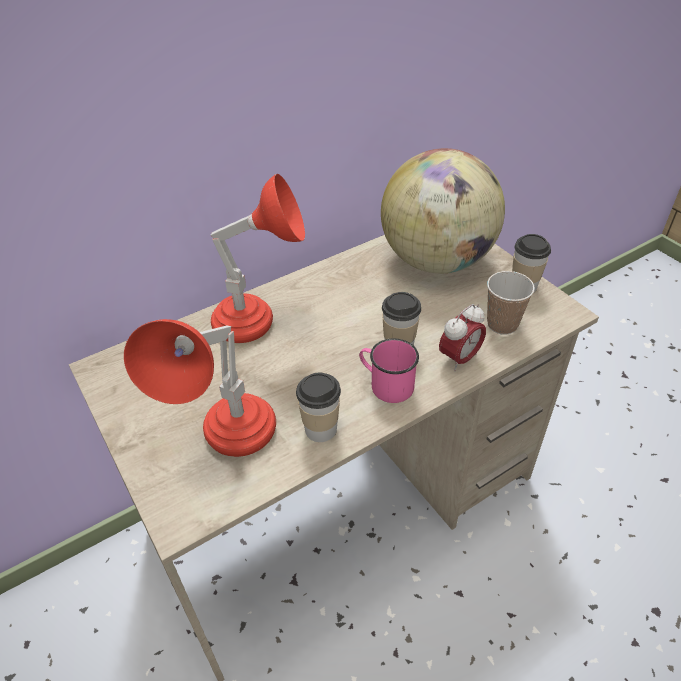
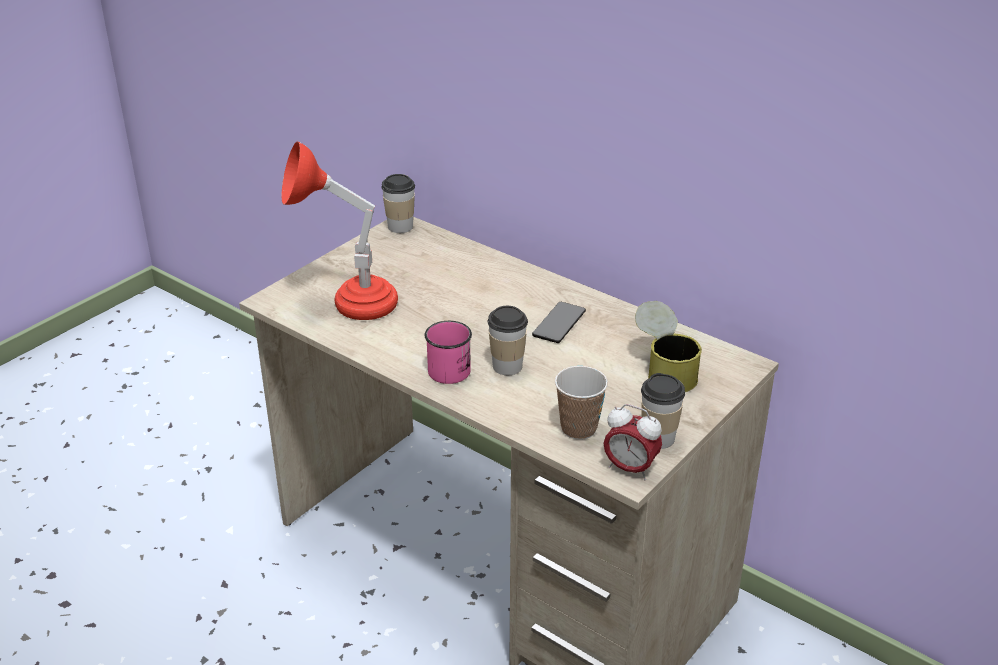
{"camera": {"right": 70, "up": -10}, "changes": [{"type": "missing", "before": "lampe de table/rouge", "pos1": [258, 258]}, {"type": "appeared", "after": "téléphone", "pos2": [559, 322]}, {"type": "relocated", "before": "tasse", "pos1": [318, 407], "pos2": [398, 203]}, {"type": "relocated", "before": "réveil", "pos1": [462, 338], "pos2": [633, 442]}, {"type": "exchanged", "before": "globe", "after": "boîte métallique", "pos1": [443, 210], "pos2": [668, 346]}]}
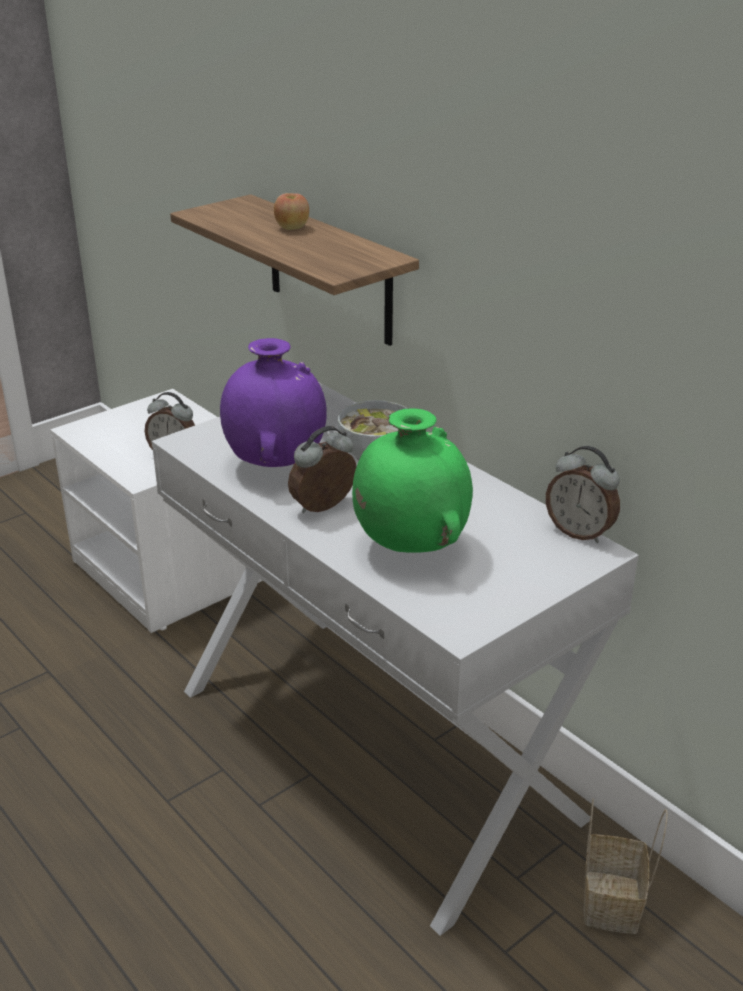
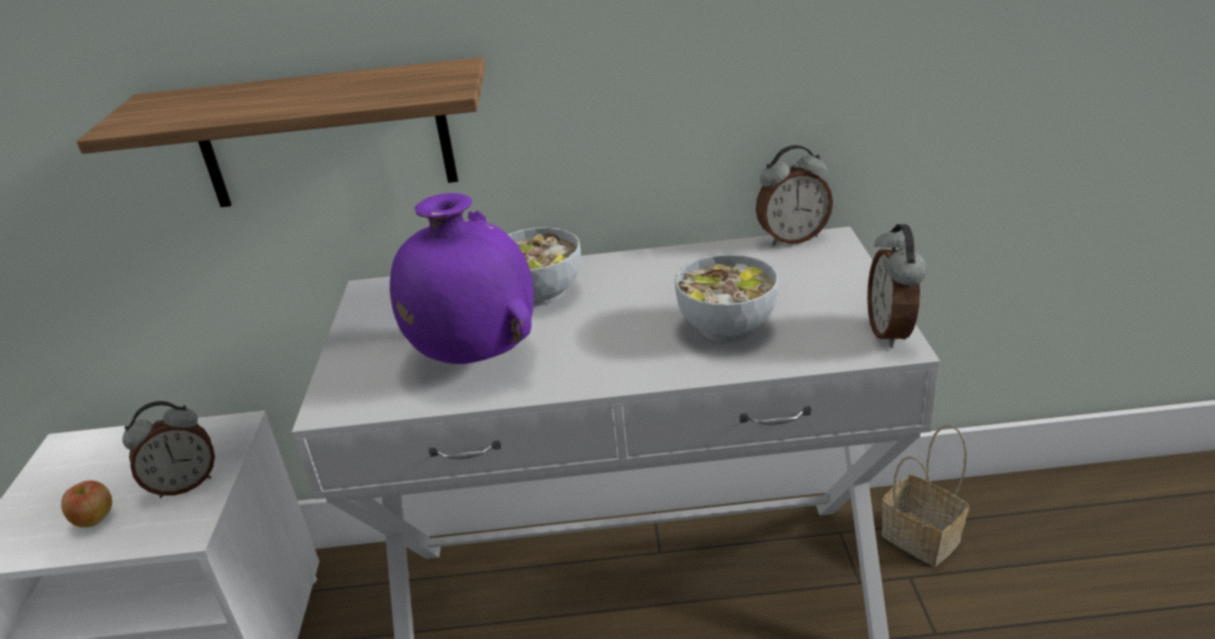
{"camera": {"right": -50, "up": 0}, "changes": [{"type": "relocated", "before": "pomme", "pos1": [291, 211], "pos2": [86, 504]}, {"type": "relocated", "before": "réveil", "pos1": [322, 469], "pos2": [897, 286]}, {"type": "exchanged", "before": "vase/vert", "after": "bol", "pos1": [412, 480], "pos2": [727, 298]}]}
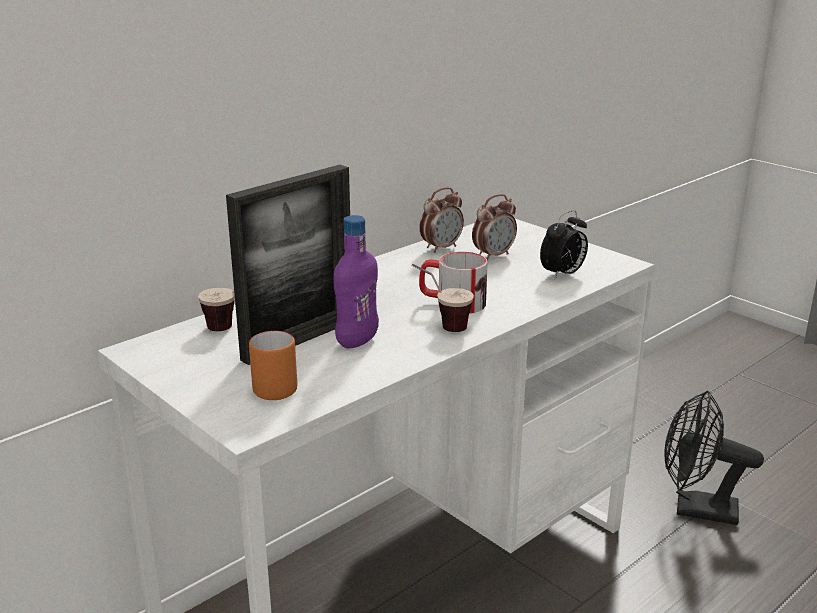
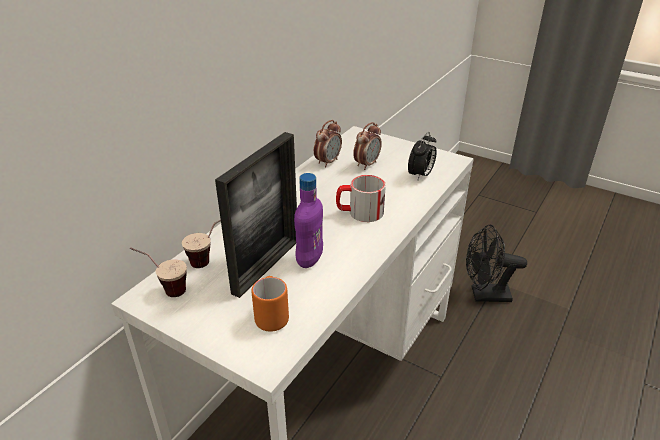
{"camera": {"right": -15, "up": 10}, "changes": [{"type": "relocated", "before": "tasse", "pos1": [443, 298], "pos2": [158, 272]}]}
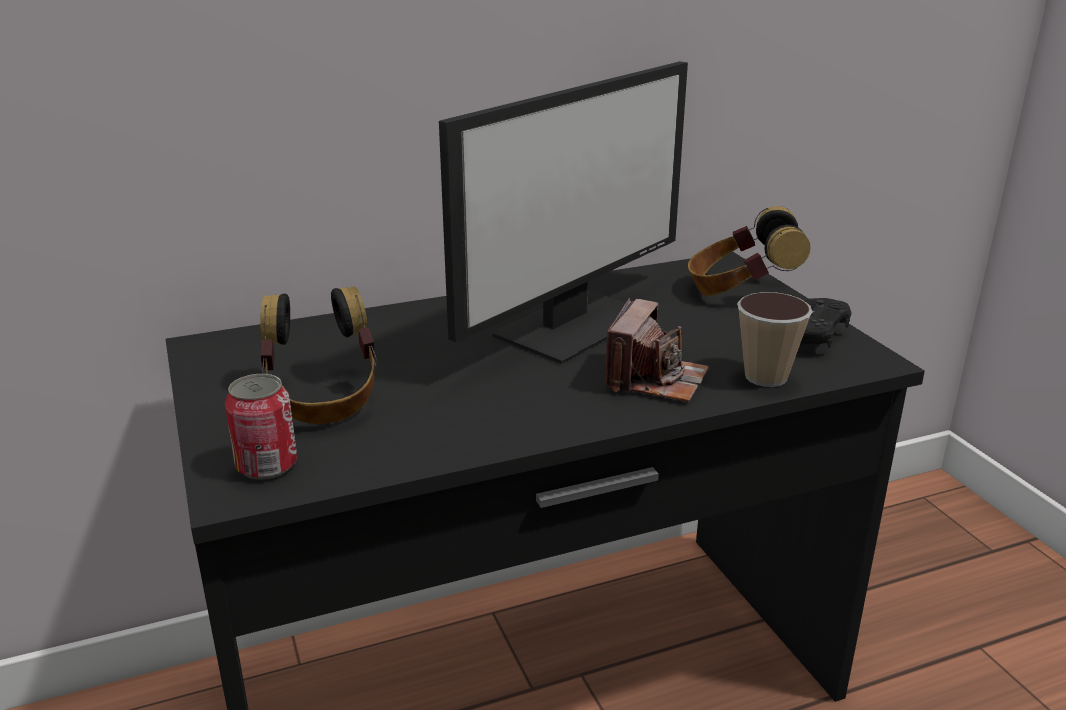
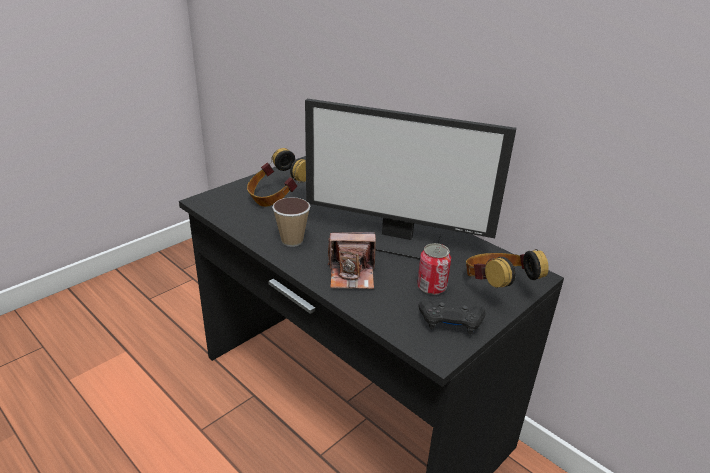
{"camera": {"right": 65, "up": 5}, "changes": [{"type": "relocated", "before": "boîte métallique", "pos1": [261, 427], "pos2": [434, 269]}, {"type": "relocated", "before": "tasse", "pos1": [775, 339], "pos2": [291, 222]}]}
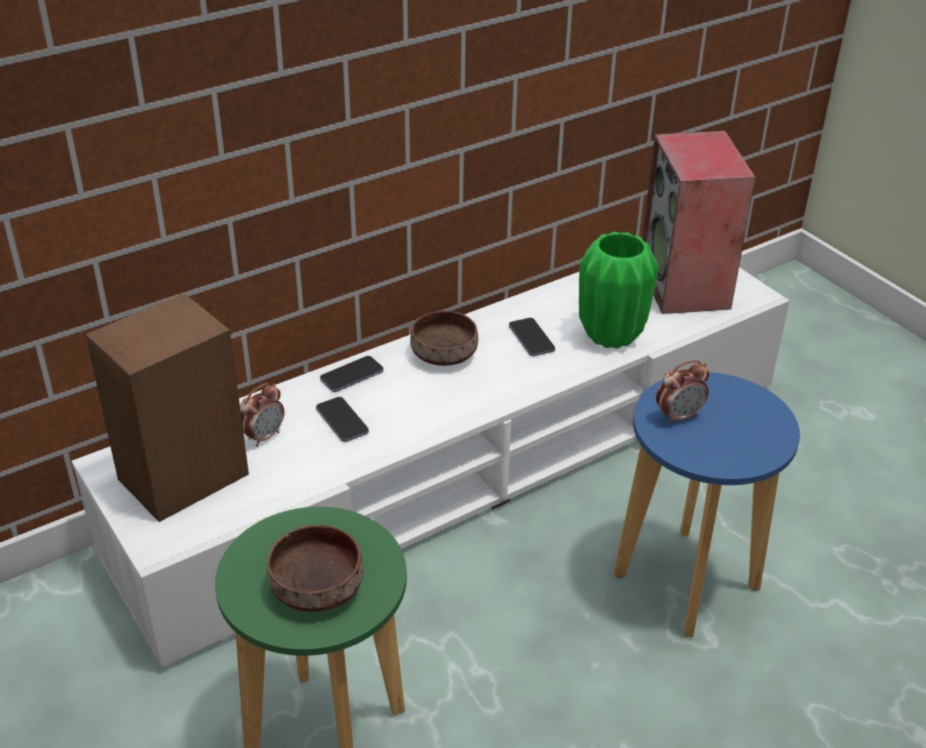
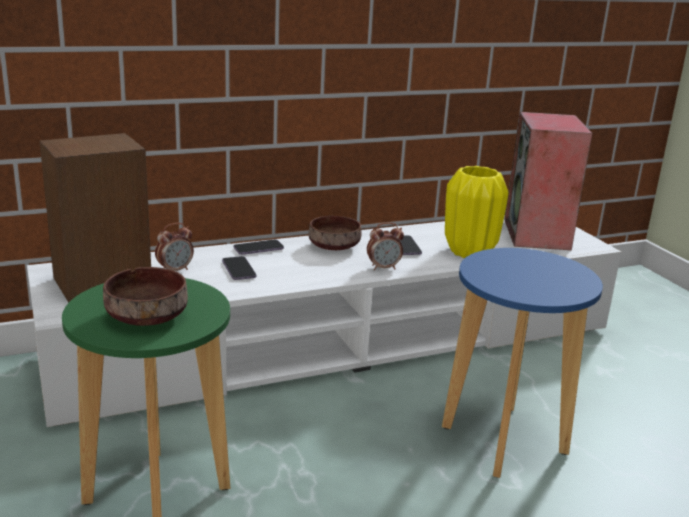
{"camera": {"right": 10, "up": -15}, "changes": [{"type": "relocated", "before": "réveil", "pos1": [683, 392], "pos2": [385, 246]}, {"type": "colour", "before": "vase/vert", "after": "vase/jaune", "pos1": [619, 290], "pos2": [477, 212]}]}
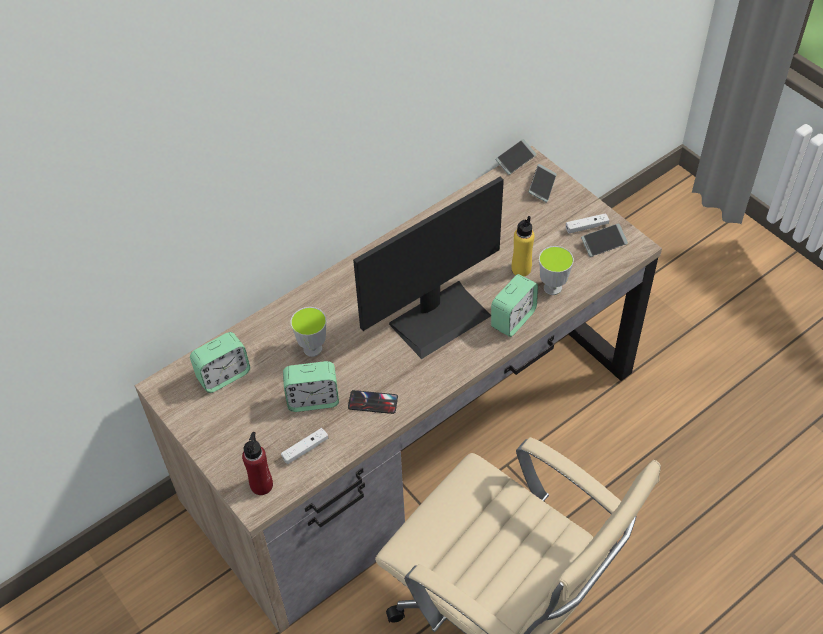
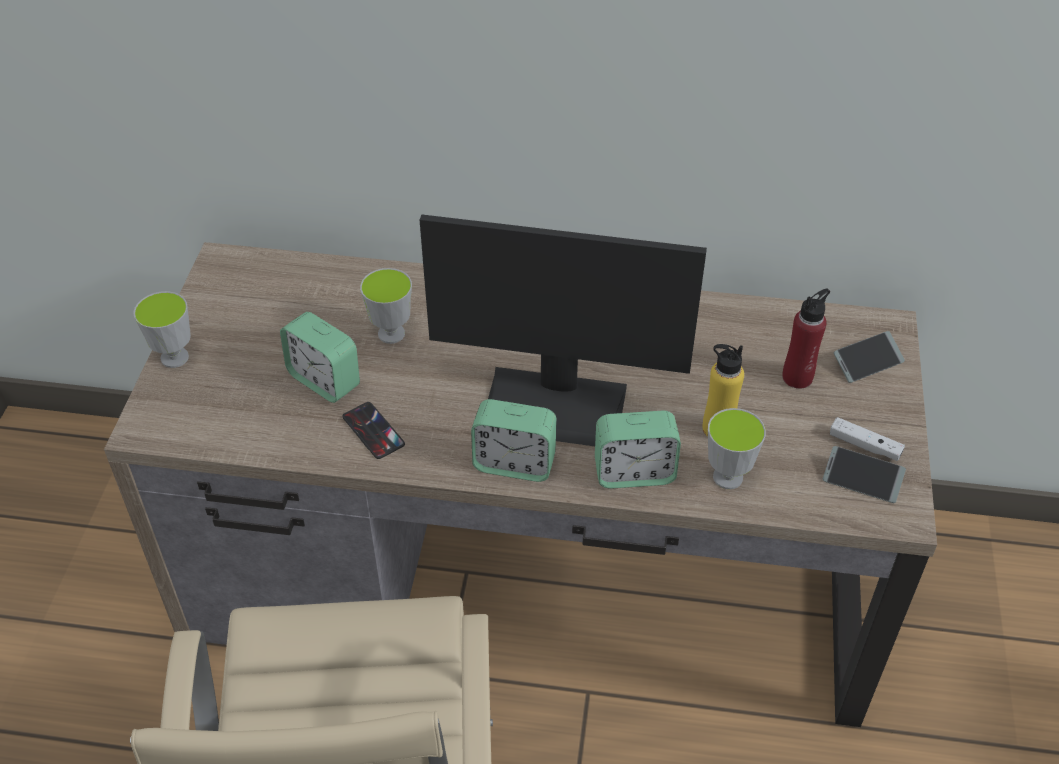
{"camera": {"right": 45, "up": -5}, "changes": [{"type": "missing", "before": "manette/blanc", "pos1": [304, 446]}, {"type": "missing", "before": "téléphone", "pos1": [515, 157]}, {"type": "appeared", "after": "tasse", "pos2": [162, 329]}, {"type": "relocated", "before": "réveil", "pos1": [220, 362], "pos2": [514, 440]}, {"type": "relocated", "before": "bouteille/rouge", "pos1": [257, 463], "pos2": [806, 339]}]}
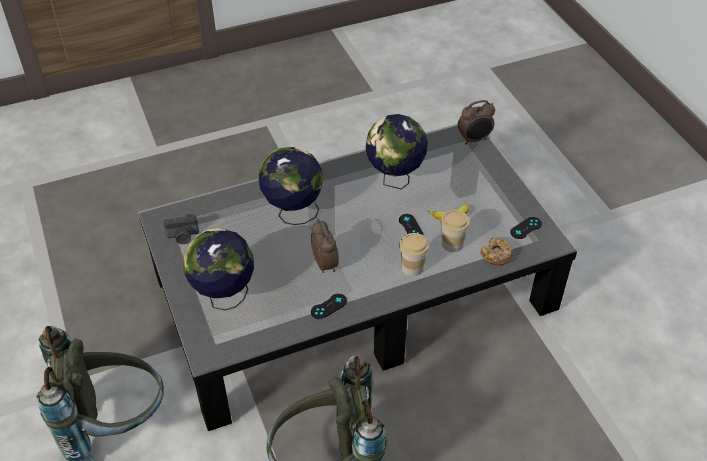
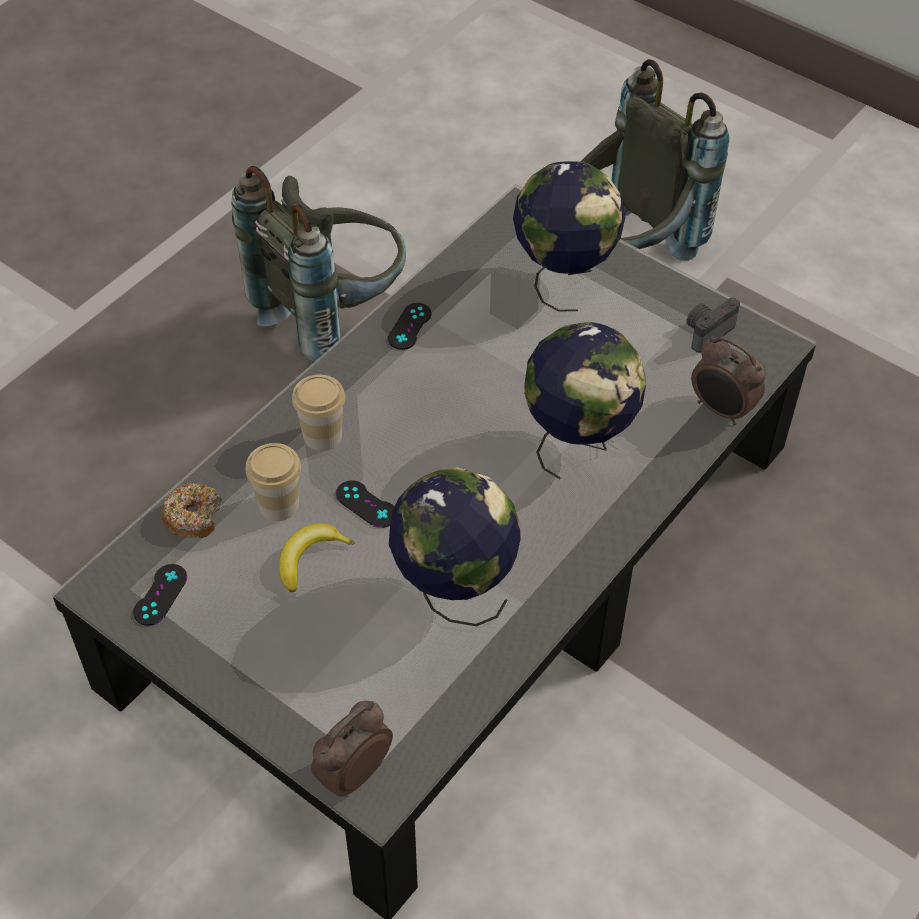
{"camera": {"right": 150, "up": 5}, "changes": [{"type": "relocated", "before": "réveil", "pos1": [325, 246], "pos2": [728, 380]}]}
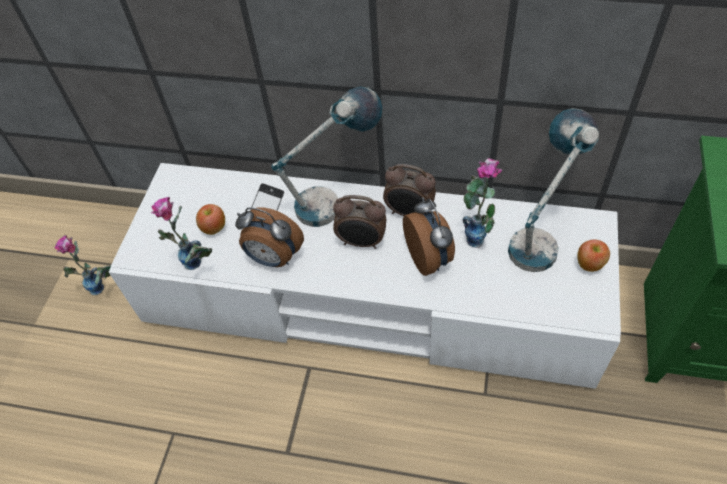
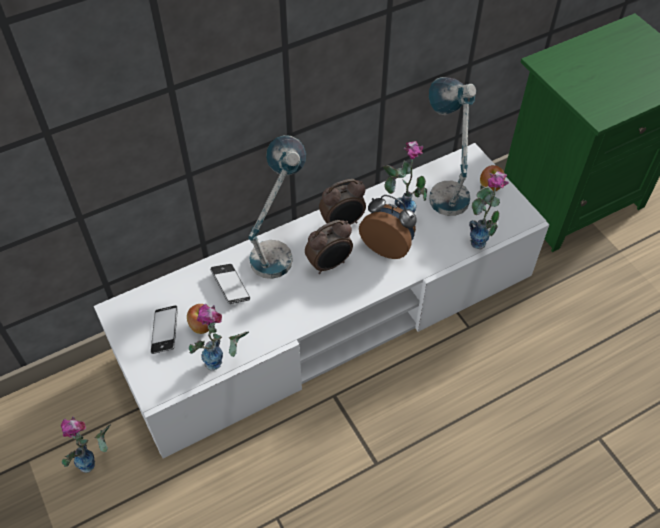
{"camera": {"right": -45, "up": 0}, "changes": [{"type": "missing", "before": "réveil", "pos1": [269, 237]}, {"type": "appeared", "after": "téléphone", "pos2": [164, 329]}, {"type": "appeared", "after": "vase", "pos2": [489, 210]}]}
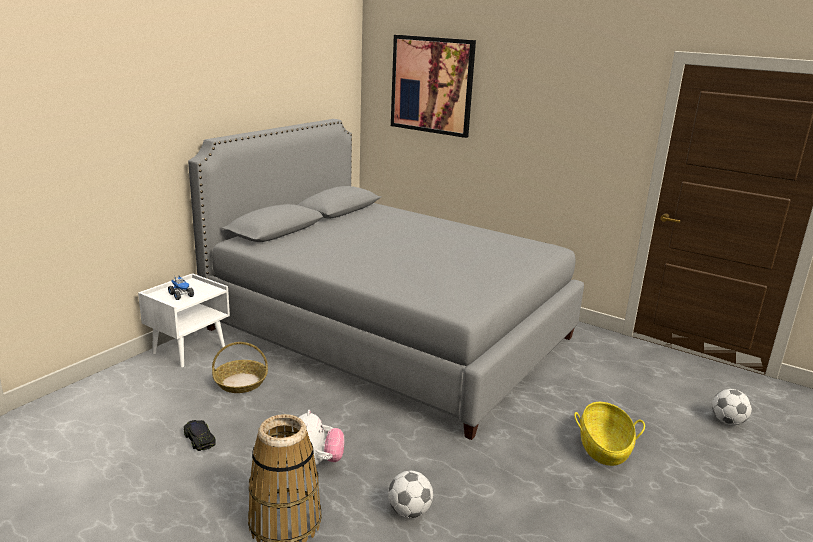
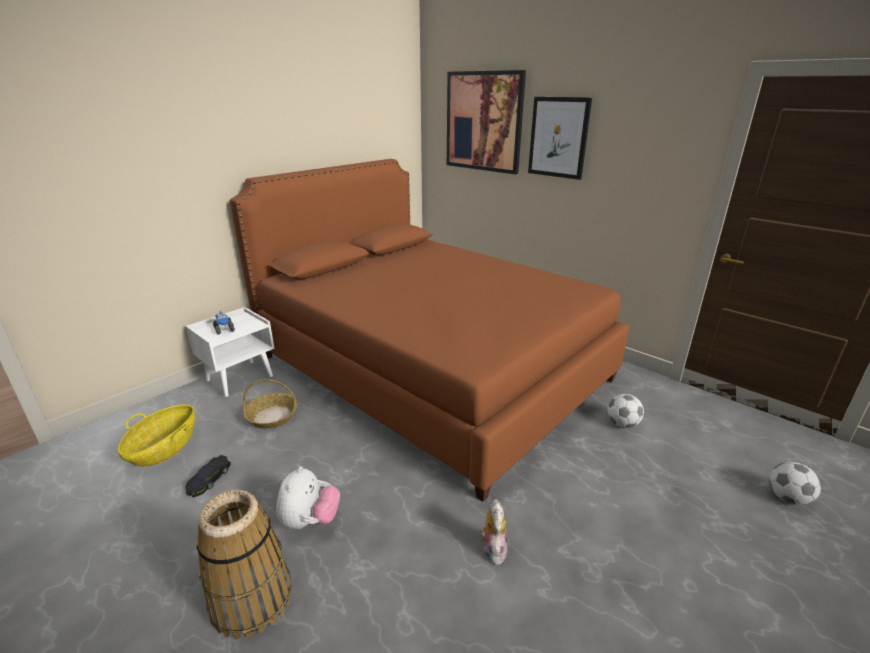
{"camera": {"right": 10, "up": 5}, "changes": [{"type": "appeared", "after": "peluche", "pos2": [493, 532]}, {"type": "appeared", "after": "tableau", "pos2": [560, 138]}, {"type": "relocated", "before": "ballon de foot", "pos1": [410, 494], "pos2": [626, 411]}, {"type": "relocated", "before": "panier", "pos1": [609, 434], "pos2": [156, 435]}, {"type": "colour", "before": "lit/gris", "after": "lit/marron", "pos1": [386, 279], "pos2": [429, 330]}, {"type": "spun", "before": "petite voiture/noir", "pos1": [200, 435], "pos2": [208, 476], "turn": -135}]}
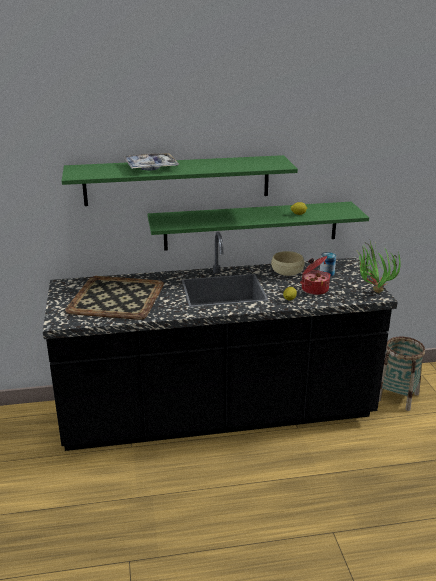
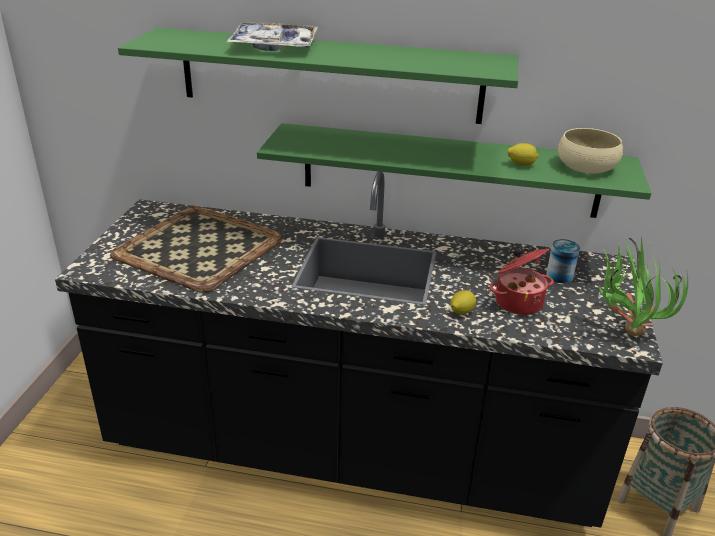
{"camera": {"right": 20, "up": 5}, "changes": [{"type": "relocated", "before": "bol/beige", "pos1": [288, 263], "pos2": [590, 150]}]}
